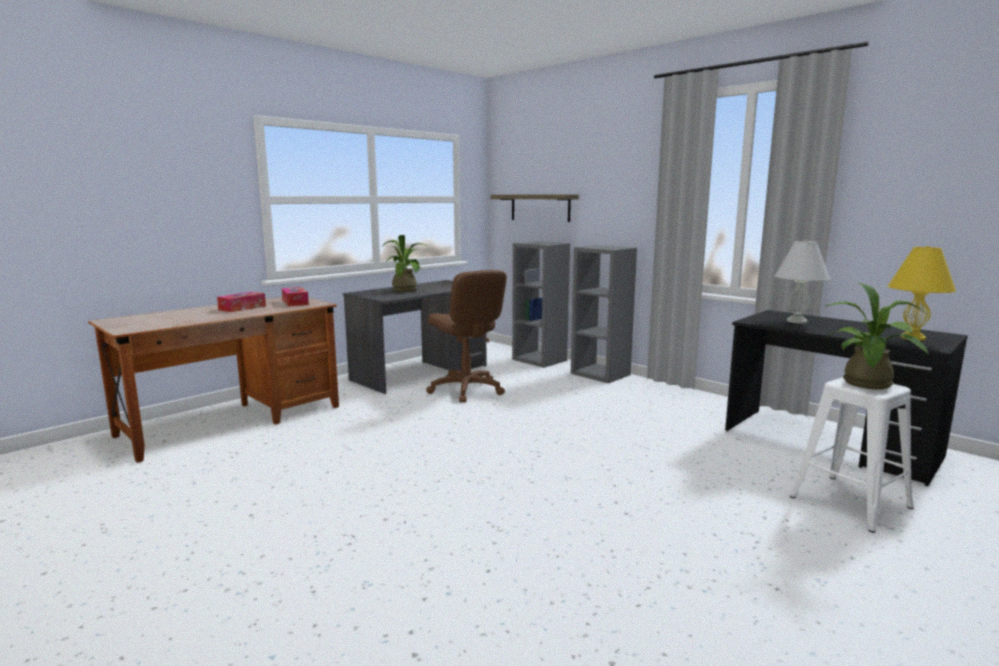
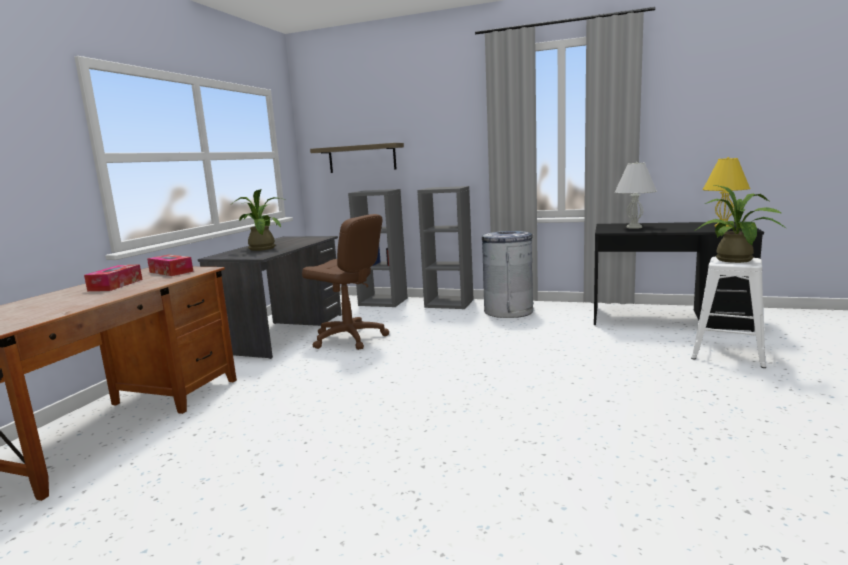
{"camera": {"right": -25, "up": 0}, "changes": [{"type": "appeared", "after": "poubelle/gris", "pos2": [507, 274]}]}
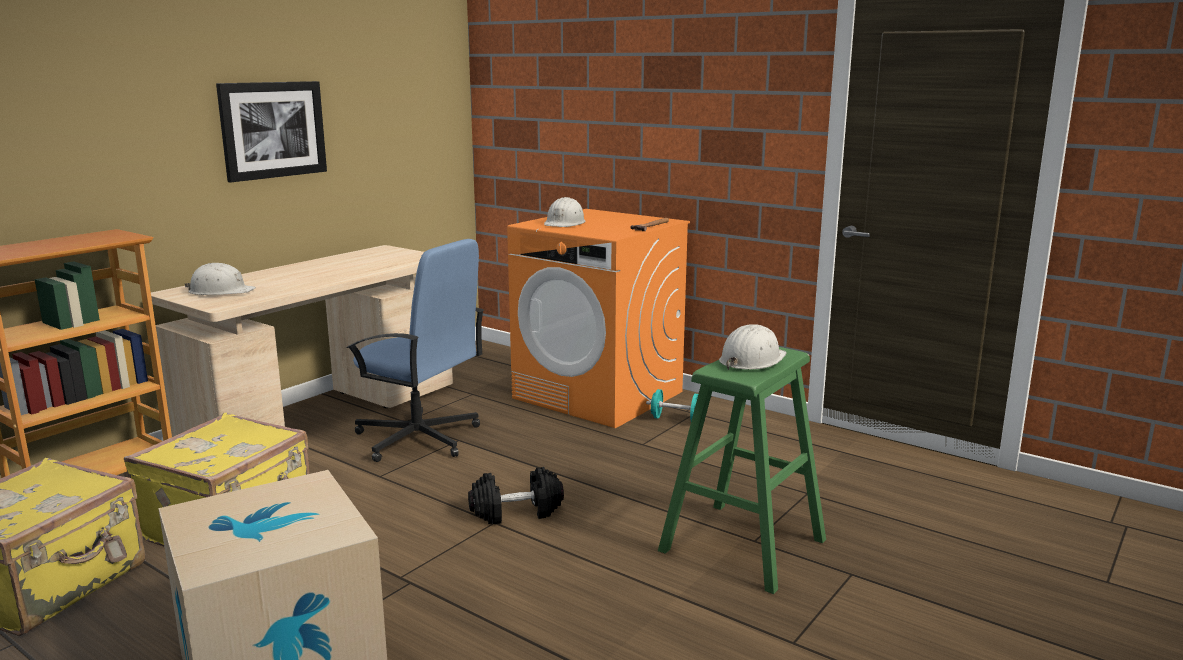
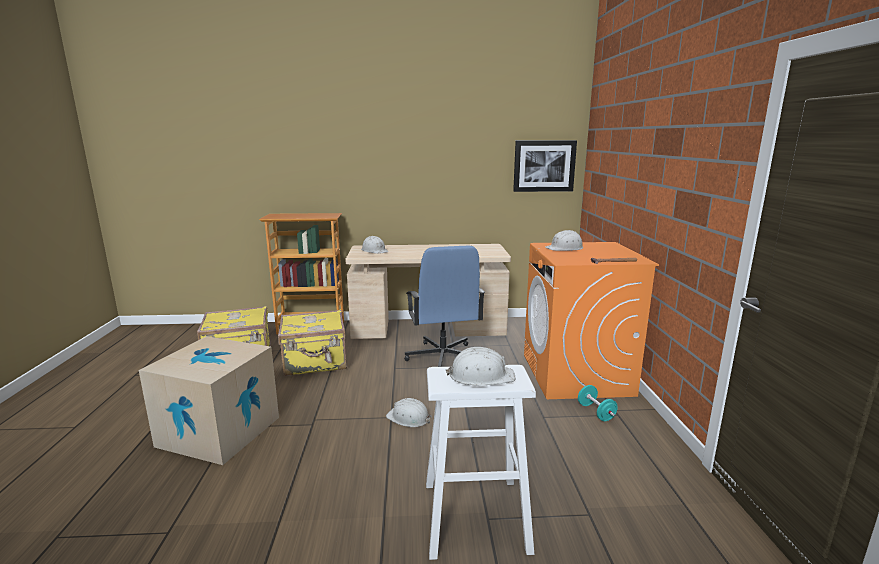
{"camera": {"right": 50, "up": 0}, "changes": [{"type": "relocated", "before": "tableau", "pos1": [271, 131], "pos2": [545, 166]}, {"type": "exchanged", "before": "haltère/noir", "after": "casque de chantier/blanc", "pos1": [516, 495], "pos2": [409, 412]}, {"type": "colour", "before": "tabouret/vert", "after": "tabouret/blanc", "pos1": [742, 470], "pos2": [481, 462]}]}
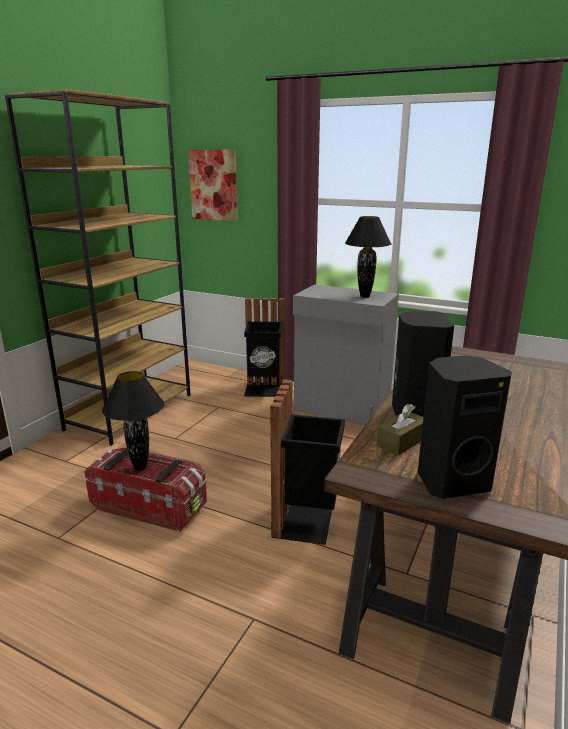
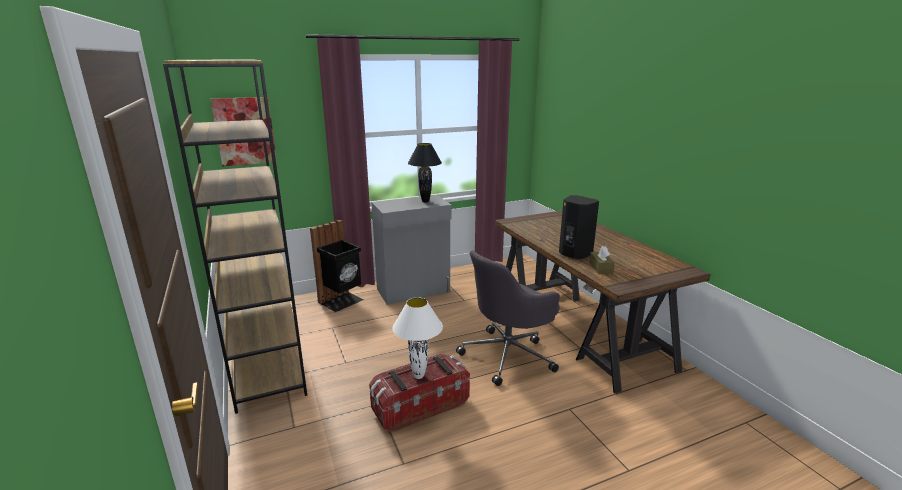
{"camera": {"right": -50, "up": 0}, "changes": [{"type": "missing", "before": "enceinte/noir", "pos1": [465, 427]}, {"type": "exchanged", "before": "poubelle/noir", "after": "chaise de bureau/gris", "pos1": [307, 462], "pos2": [508, 318]}, {"type": "colour", "before": "lampe de table/noir", "after": "lampe de table/blanc", "pos1": [133, 421], "pos2": [417, 338]}]}
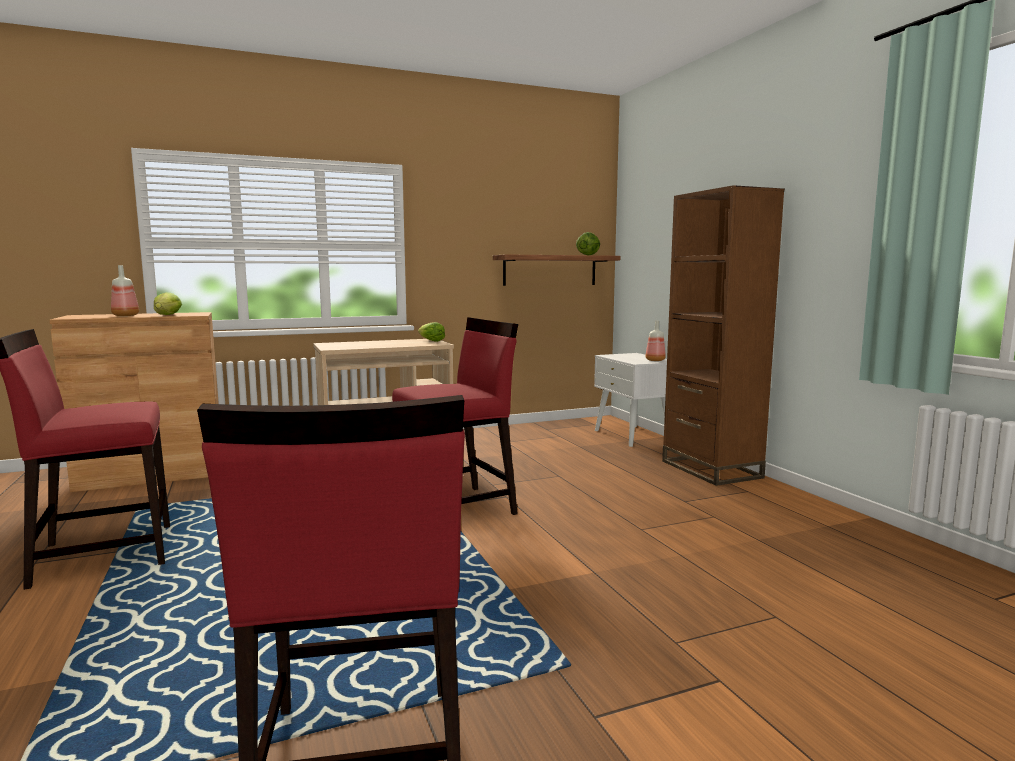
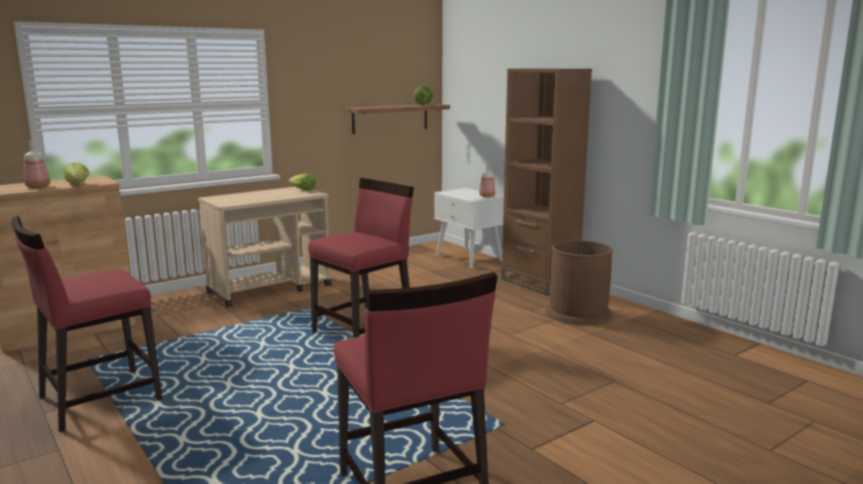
{"camera": {"right": -15, "up": 5}, "changes": [{"type": "appeared", "after": "poubelle/marron", "pos2": [579, 282]}]}
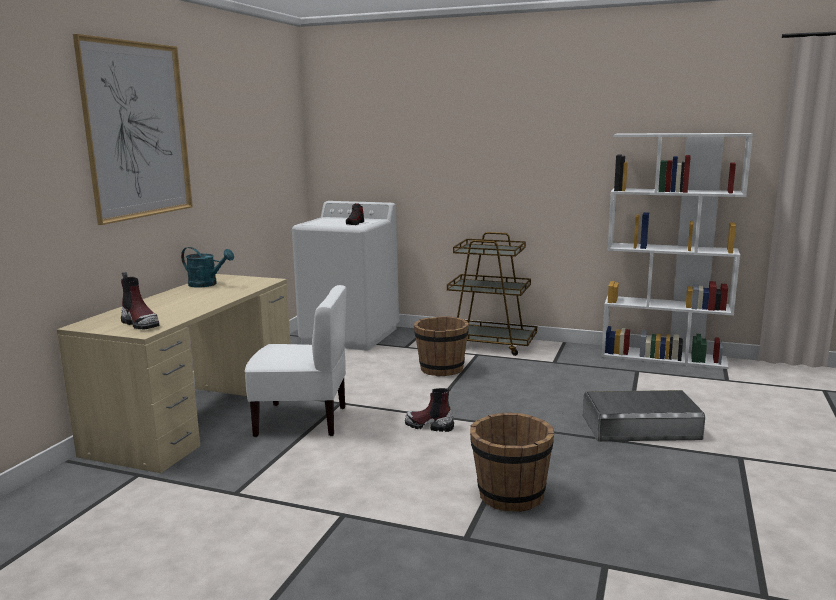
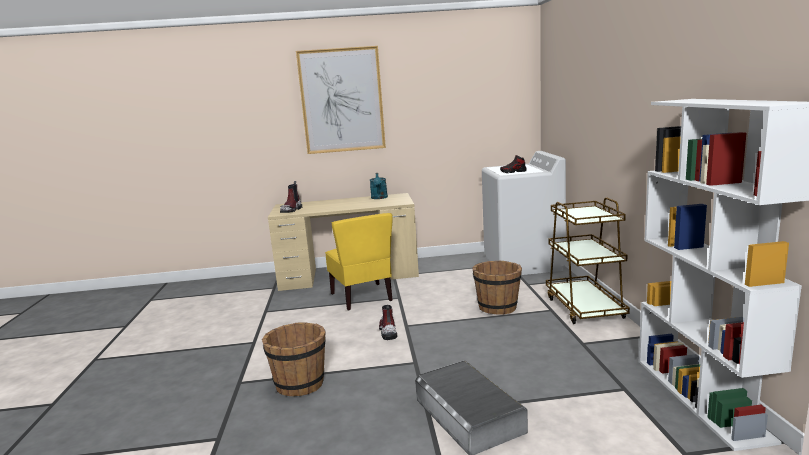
{"camera": {"right": 65, "up": 0}, "changes": [{"type": "colour", "before": "chaise/blanc", "after": "chaise/jaune", "pos1": [295, 361], "pos2": [359, 262]}]}
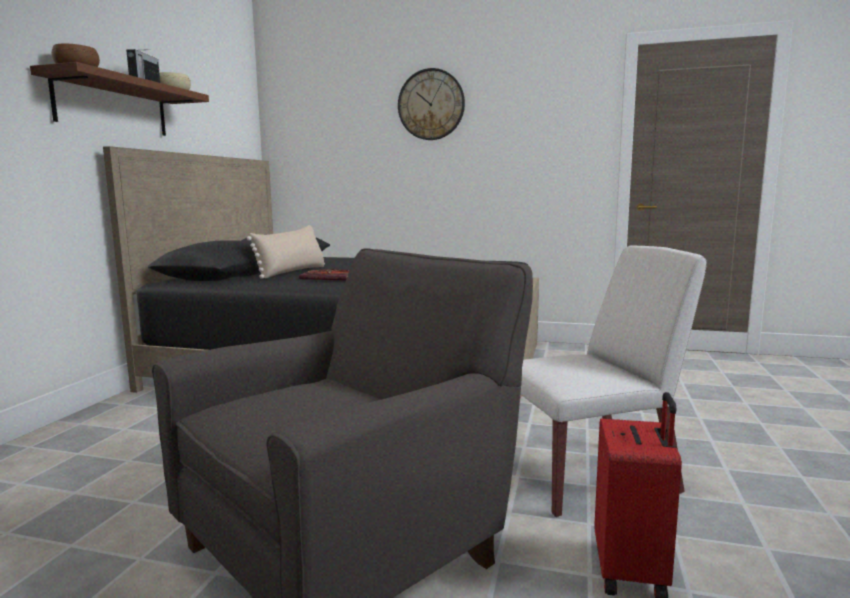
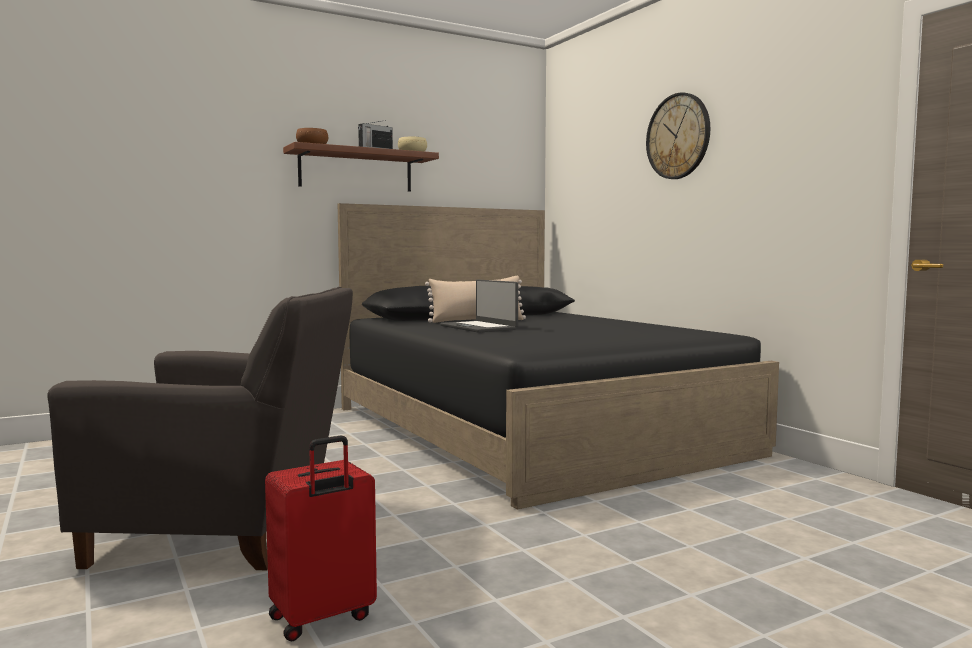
{"camera": {"right": 45, "up": -5}, "changes": [{"type": "missing", "before": "chaise/blanc", "pos1": [613, 381]}, {"type": "exchanged", "before": "livre", "after": "ordinateur portable", "pos1": [324, 274], "pos2": [479, 306]}]}
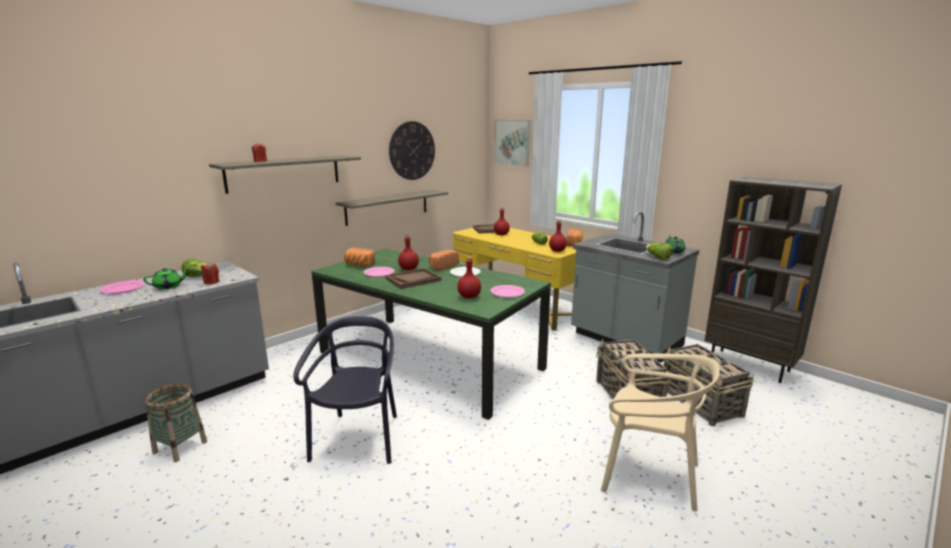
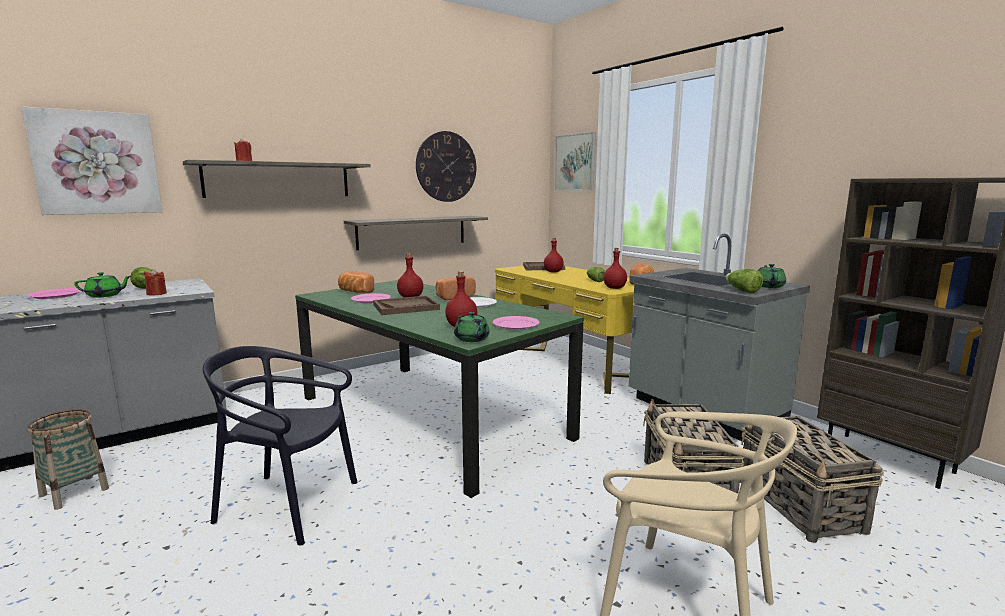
{"camera": {"right": 10, "up": -5}, "changes": [{"type": "appeared", "after": "tableau", "pos2": [91, 160]}, {"type": "appeared", "after": "théière/vert", "pos2": [472, 327]}, {"type": "spun", "before": "chaise/noir", "pos1": [345, 390], "pos2": [280, 446], "turn": -90}]}
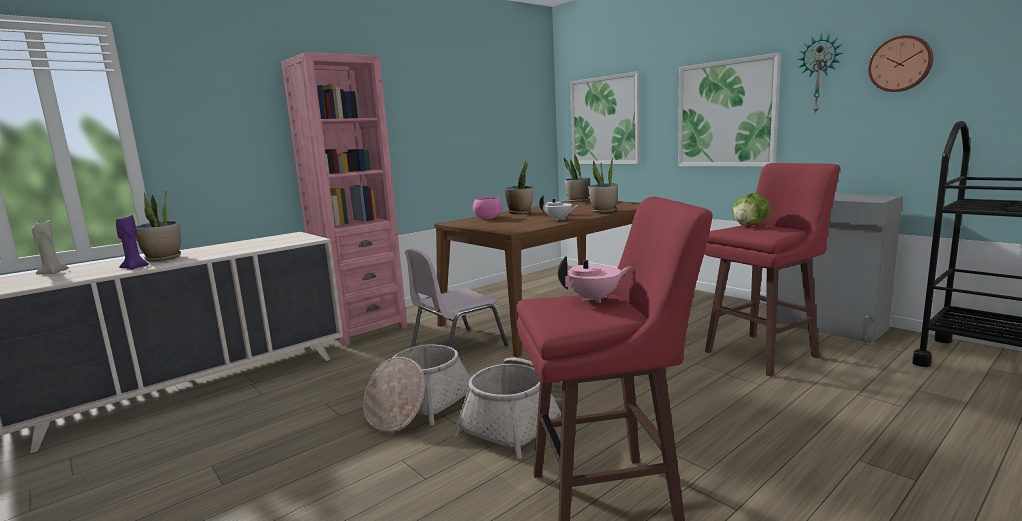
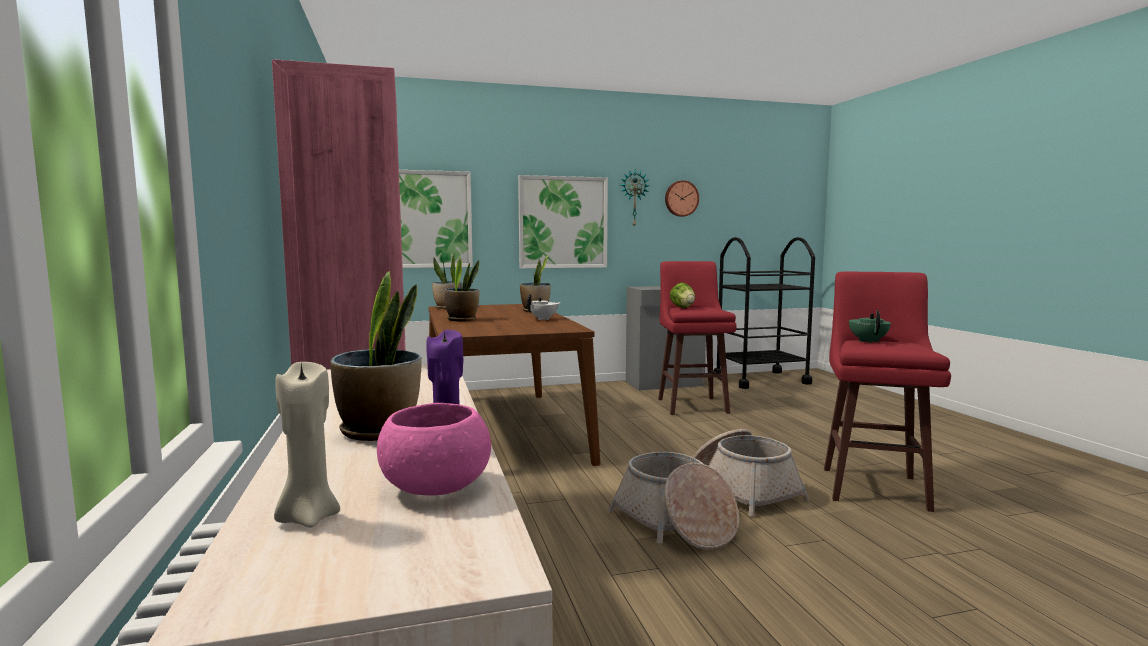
{"camera": {"right": -65, "up": -5}, "changes": [{"type": "missing", "before": "chaise/rose", "pos1": [456, 298]}, {"type": "relocated", "before": "bol/rose", "pos1": [488, 208], "pos2": [434, 449]}, {"type": "colour", "before": "théière/rose", "after": "théière/vert", "pos1": [594, 279], "pos2": [870, 326]}]}
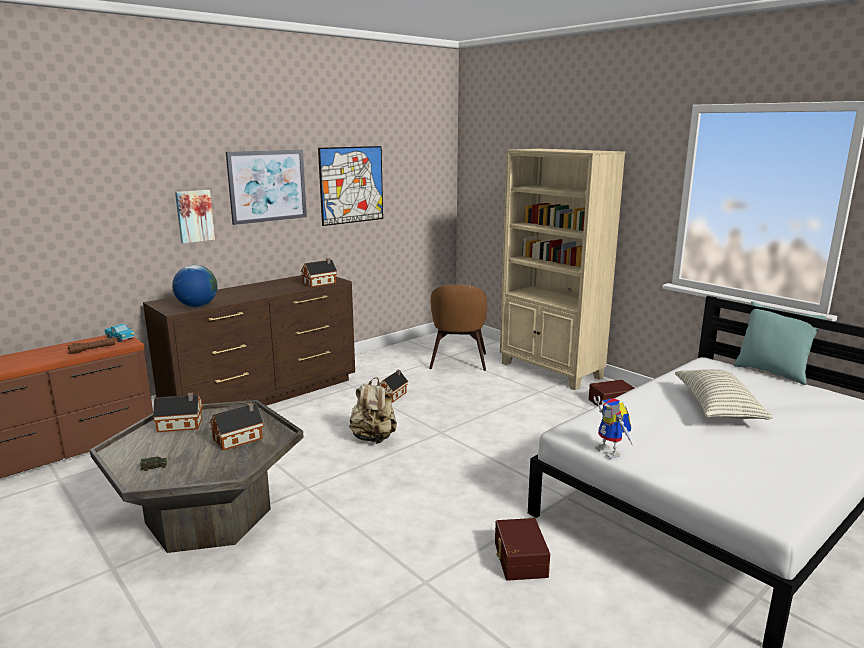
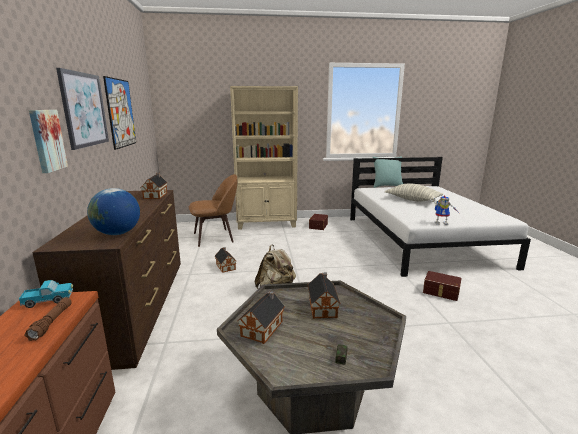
{"camera": {"right": -55, "up": 0}, "changes": [{"type": "spun", "before": "chaise/marron", "pos1": [458, 327], "pos2": [213, 210], "turn": -60}]}
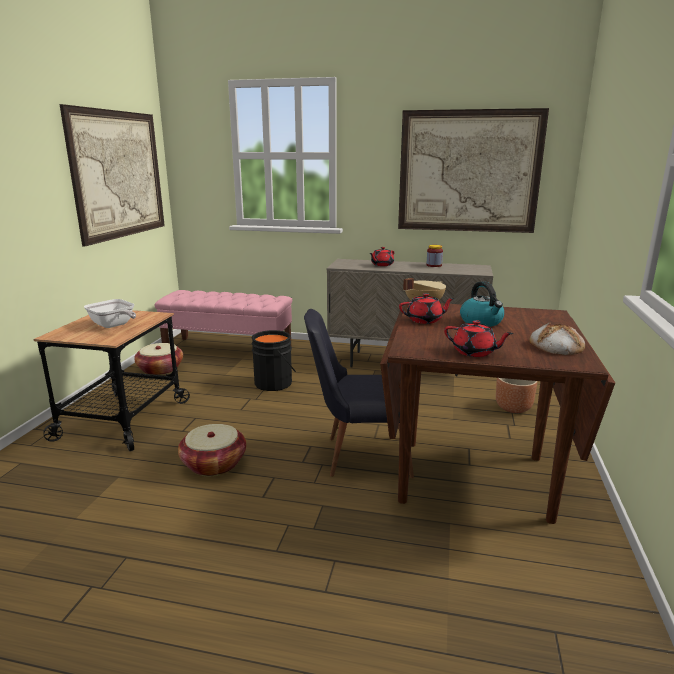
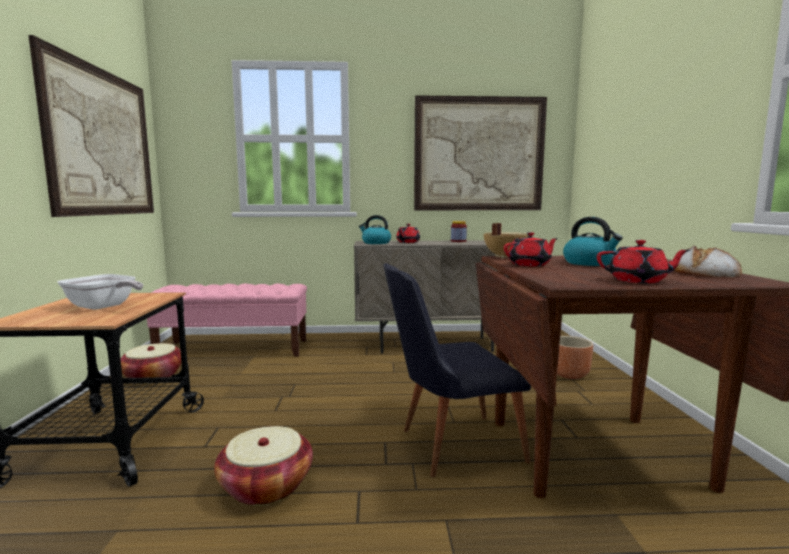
{"camera": {"right": -15, "up": -10}, "changes": [{"type": "missing", "before": "seau/noir", "pos1": [274, 360]}, {"type": "appeared", "after": "bouilloire", "pos2": [375, 229]}]}
